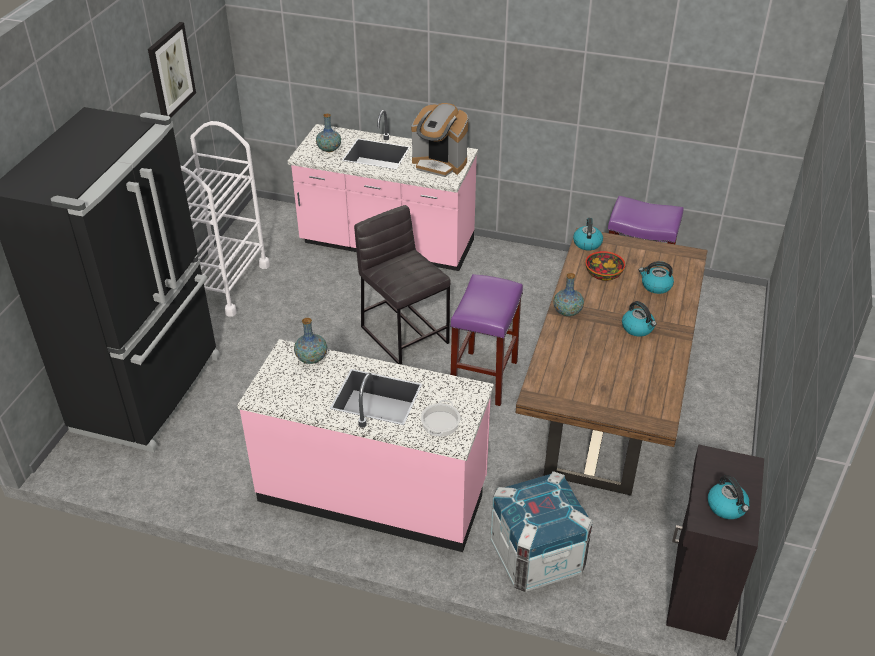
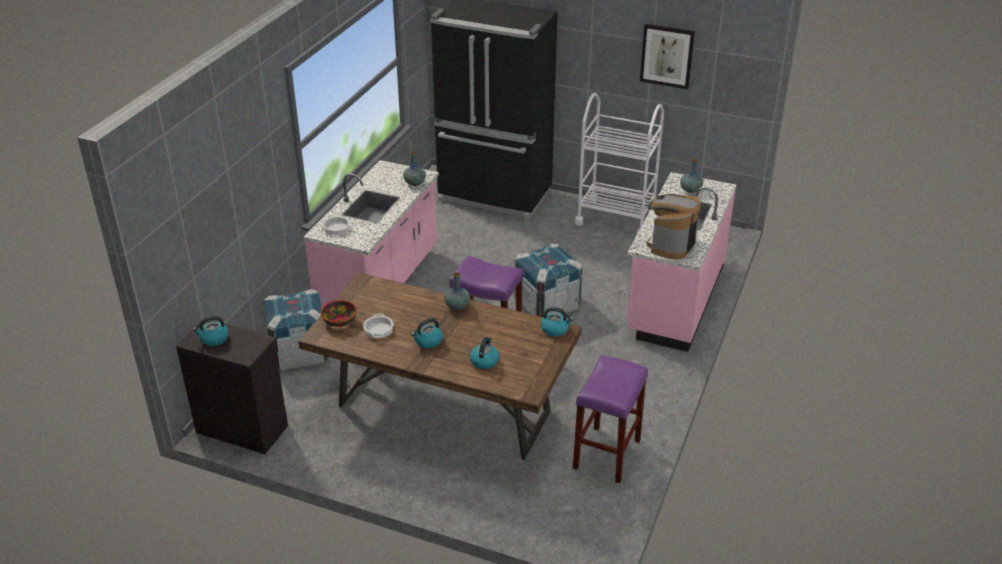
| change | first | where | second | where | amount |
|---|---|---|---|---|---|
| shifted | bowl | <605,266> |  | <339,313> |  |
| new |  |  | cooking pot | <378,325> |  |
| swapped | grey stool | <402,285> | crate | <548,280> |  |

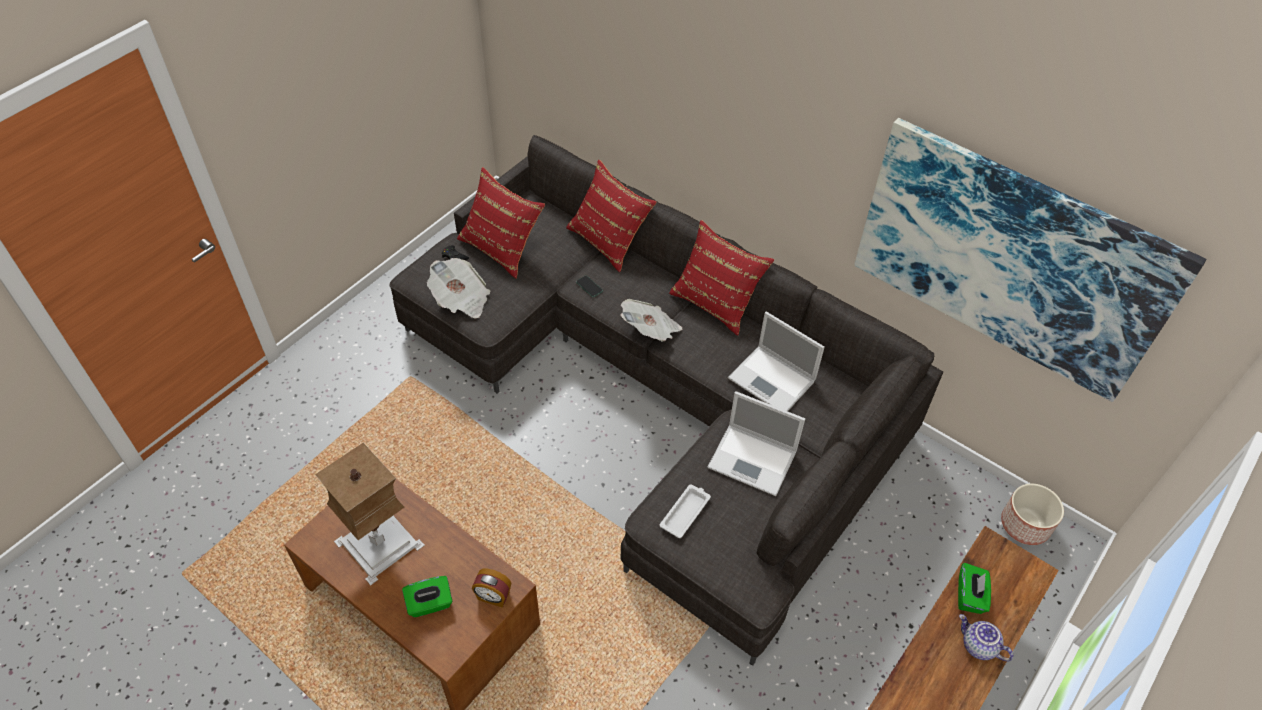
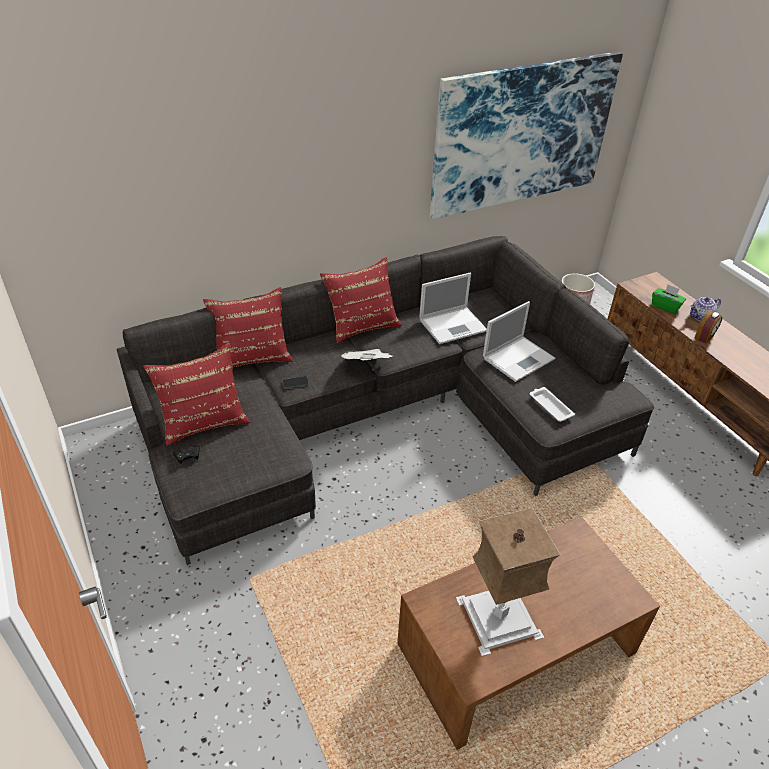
| change | first | where | second | where | amount |
|---|---|---|---|---|---|
| shifted | alarm clock | <491,588> |  | <708,327> |  |
| gone | green tissue box | <427,596> |  |  |  |
| gone | newspaper | <458,288> |  |  |  |

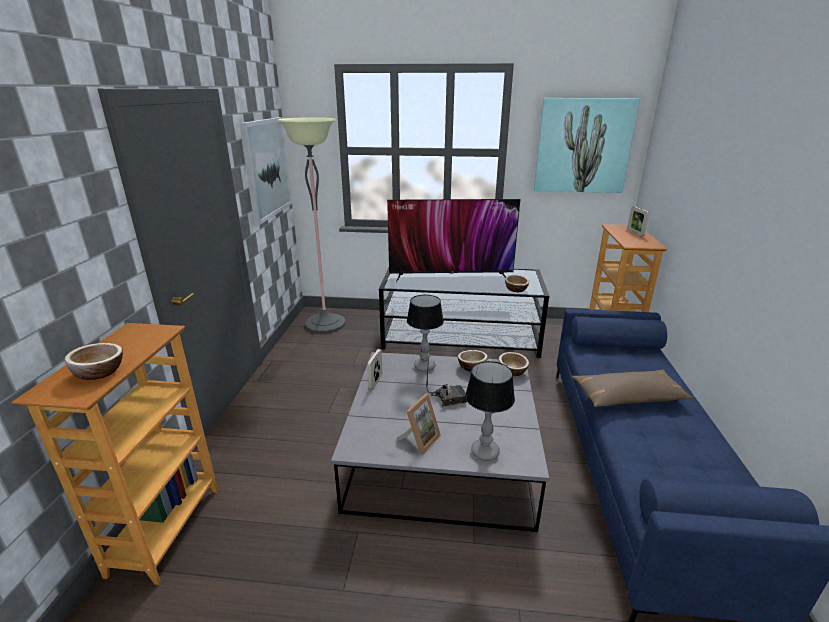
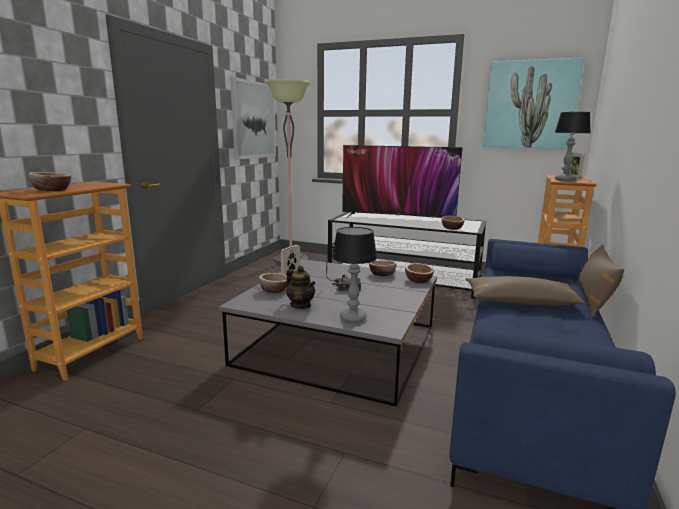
| change | first | where | second | where | amount |
|---|---|---|---|---|---|
| new |  |  | bowl | <273,283> |  |
| swapped | picture frame | <419,424> | teapot | <300,287> |  |
| shifted | table lamp | <425,333> |  | <572,146> |  |
| new |  |  | brown pillow | <600,280> |  |

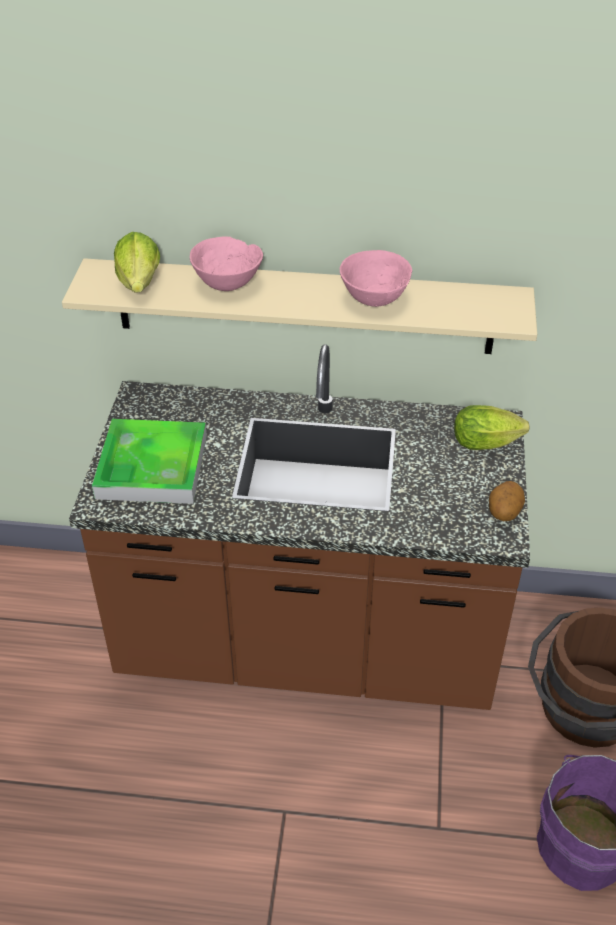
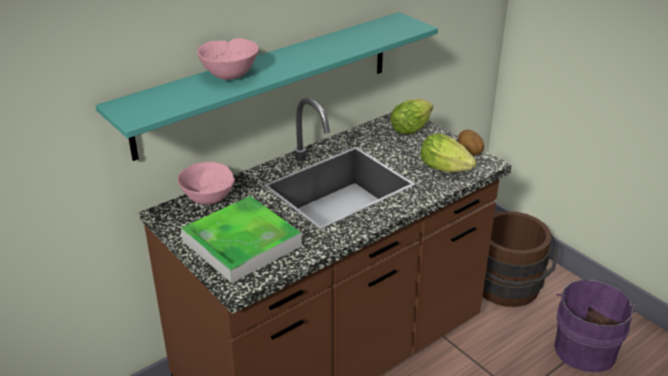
| change | first | where | second | where | amount |
|---|---|---|---|---|---|
| repainted | beige shelf | <299,306> | turquoise shelf | <266,86> |  |
| shifted | pink bowl | <376,278> |  | <206,183> |  |
| shifted | lettuce | <137,262> |  | <448,152> |  |

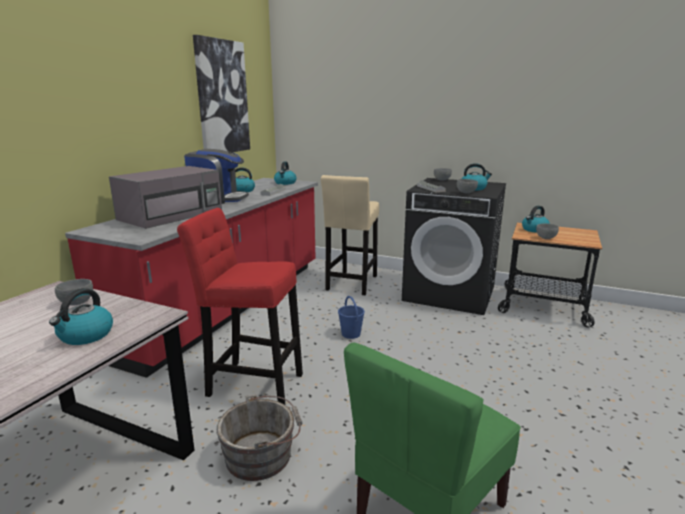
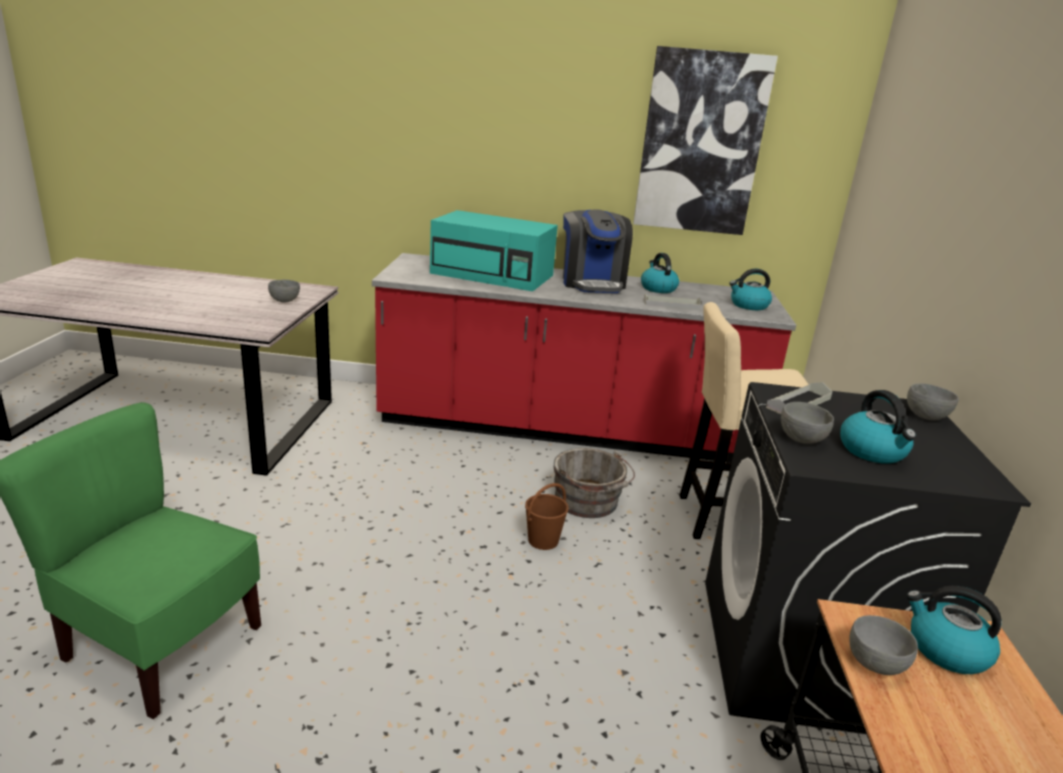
| change | first | where | second | where | amount |
|---|---|---|---|---|---|
| repainted | grey microwave | <165,197> | turquoise microwave | <494,250> |  |
| repainted | blue bucket | <351,317> | brown bucket | <547,516> |  |
| shifted | grey bucket | <260,437> |  | <594,483> |  |
| gone | kettle | <81,316> |  |  |  |
| gone | red stool | <240,306> |  |  |  |

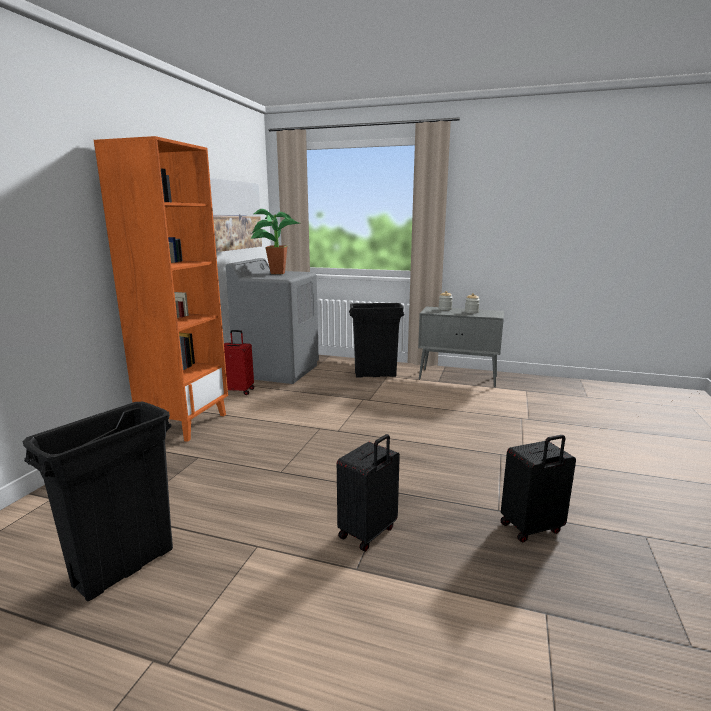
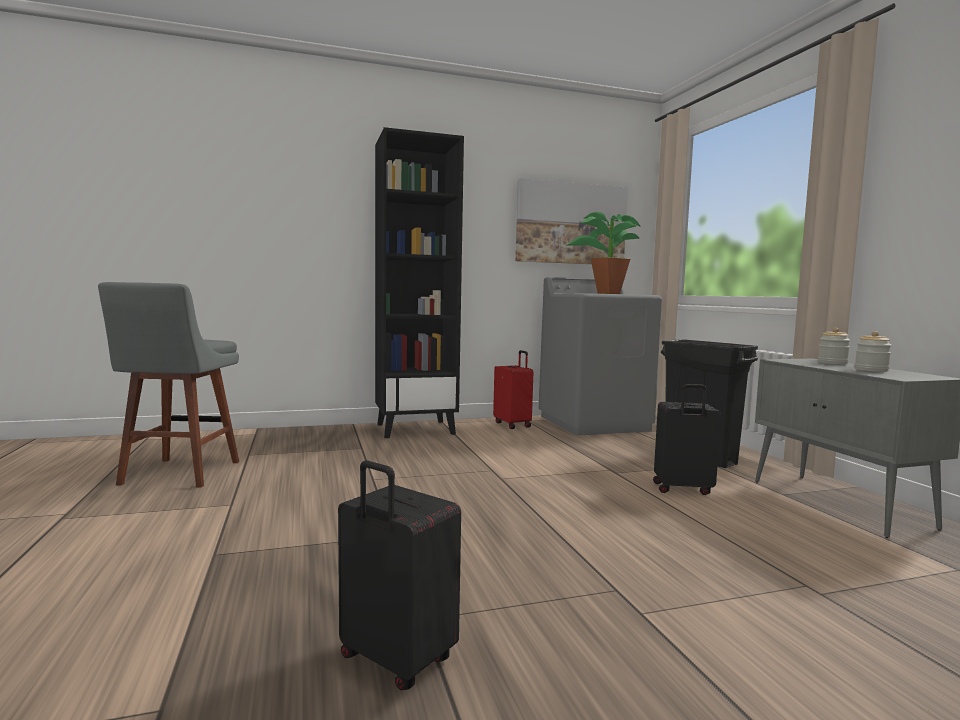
| change | first | where | second | where | amount |
|---|---|---|---|---|---|
| swapped | black trash can | <98,501> | grey stool | <168,385> |  |
| repainted | orange bookcase | <161,289> | black bookcase | <419,282> |  |
| shifted | black suitcase | <368,492> |  | <687,439> |  |

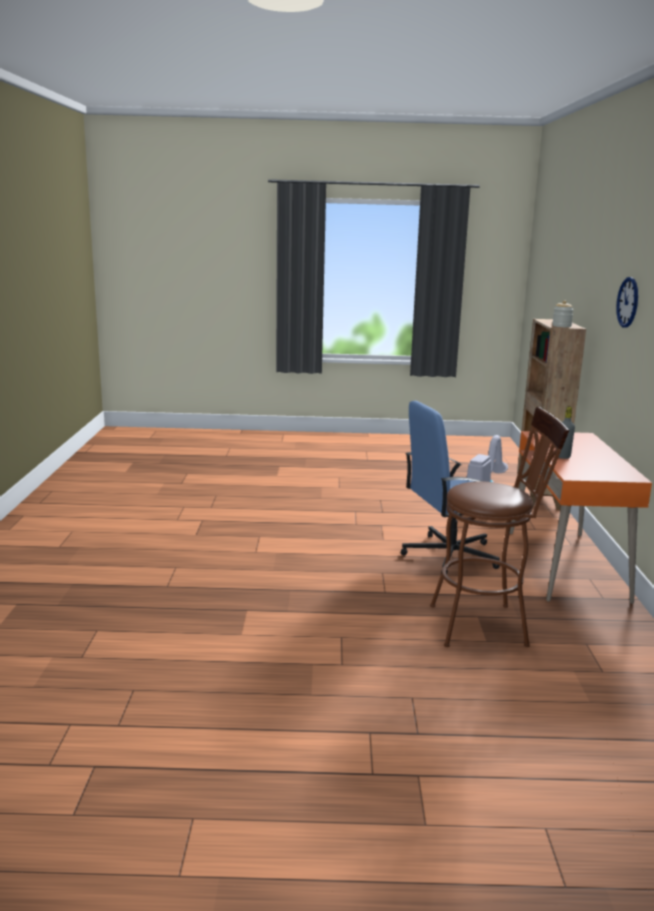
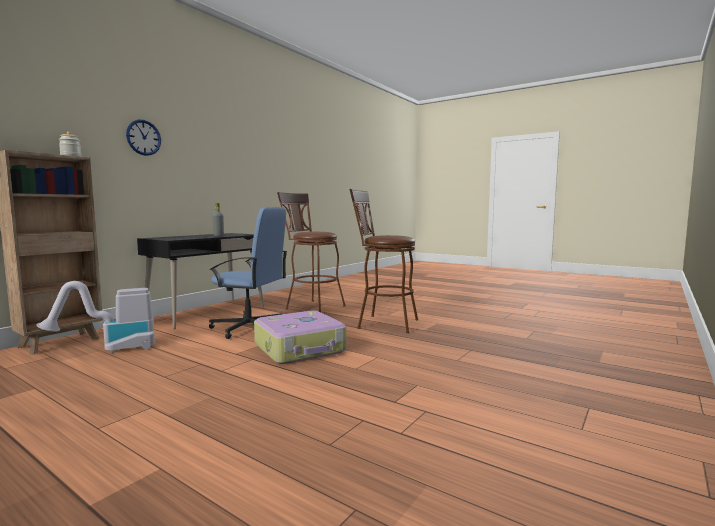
| change | first | where | second | where | amount |
|---|---|---|---|---|---|
| repainted | orange desk | <581,517> | black desk | <200,281> |  |
| new |  |  | suitcase | <300,337> |  |
| new |  |  | brown stool | <383,261> |  |

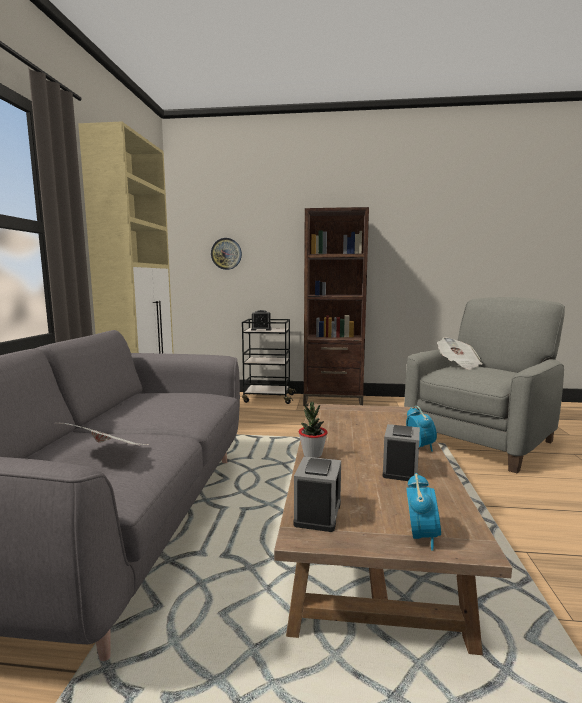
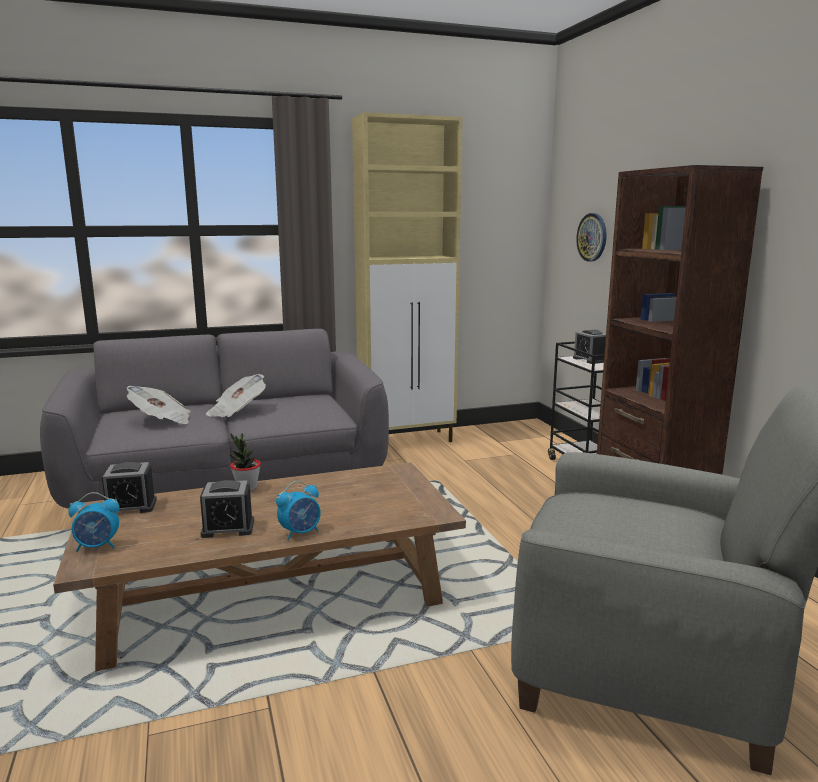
| change | first | where | second | where | amount |
|---|---|---|---|---|---|
| shifted | newspaper | <460,353> |  | <236,395> |  |

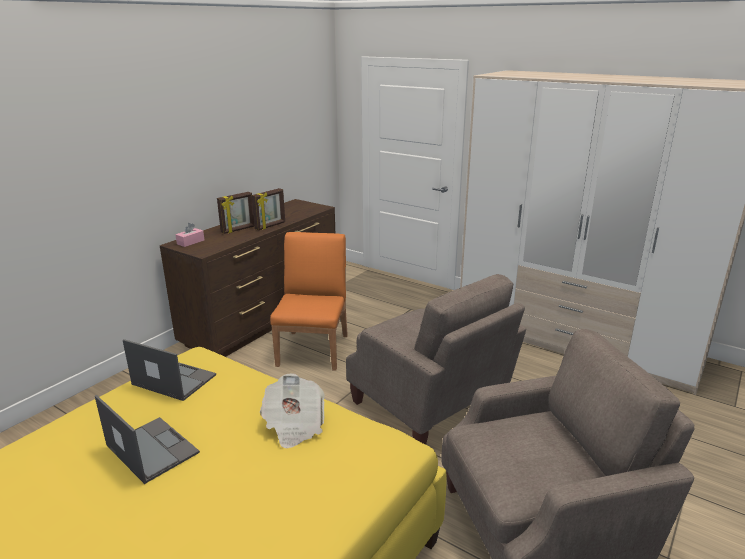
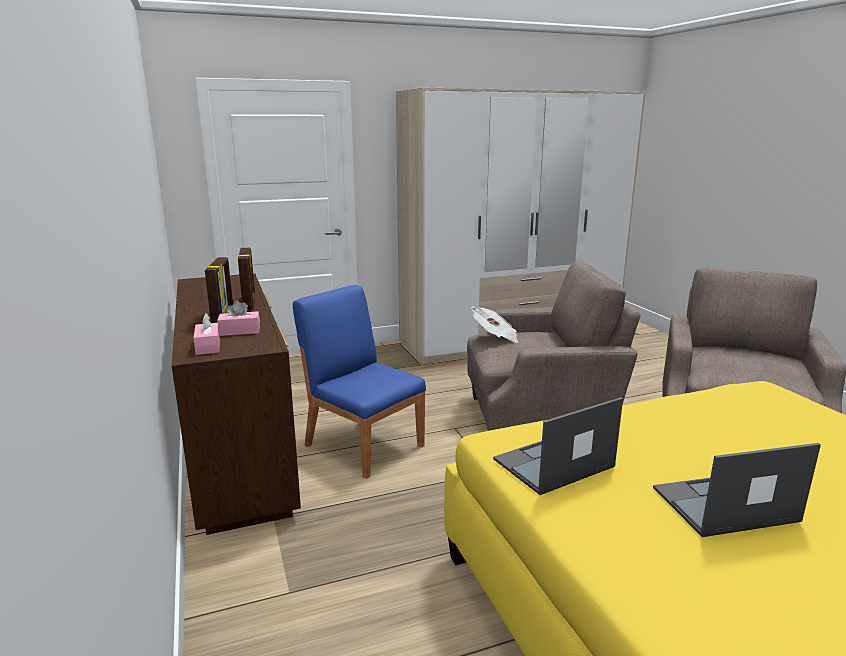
| change | first | where | second | where | amount |
|---|---|---|---|---|---|
| new |  |  | pink tissue box | <238,318> |  |
| repainted | orange chair | <309,301> | blue chair | <359,382> |  |
| shifted | newspaper | <292,411> |  | <494,324> |  |

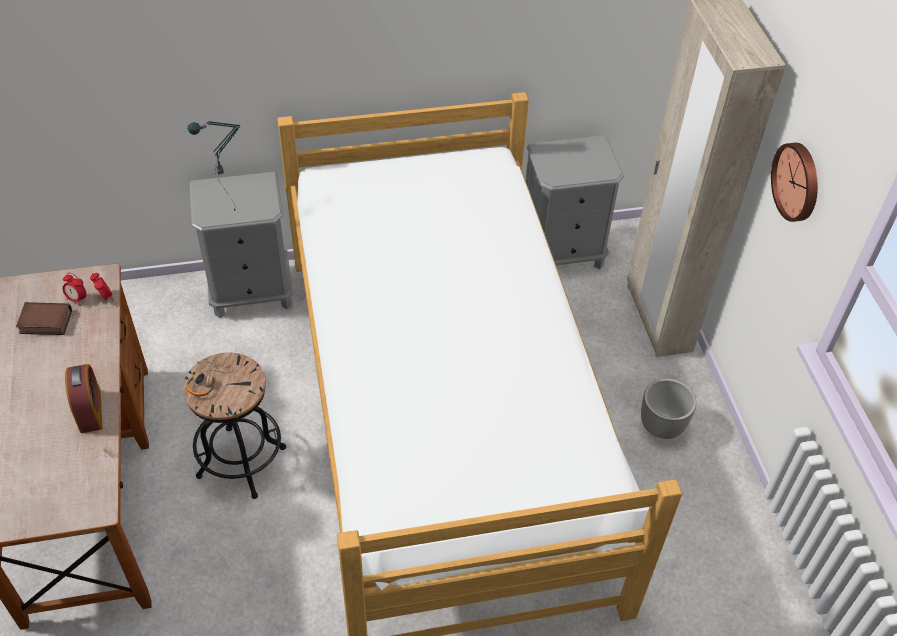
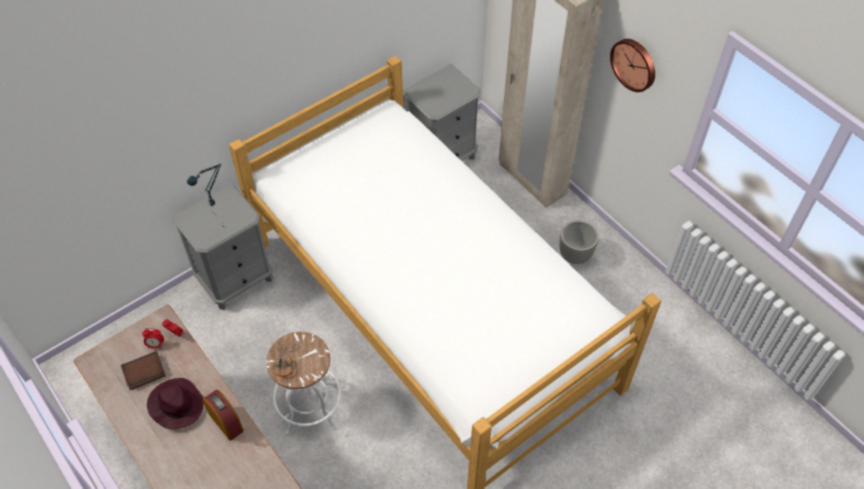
| change | first | where | second | where | amount |
|---|---|---|---|---|---|
| new |  |  | purple hat | <175,403> |  |
| repainted | black stool | <234,426> | white stool | <303,383> |  |

